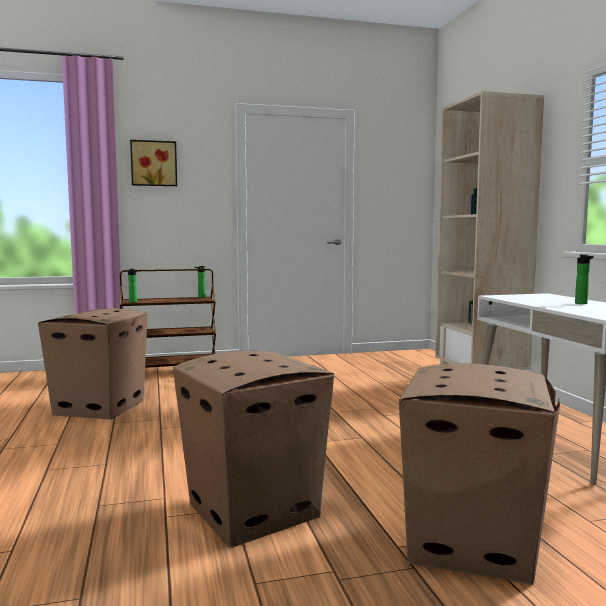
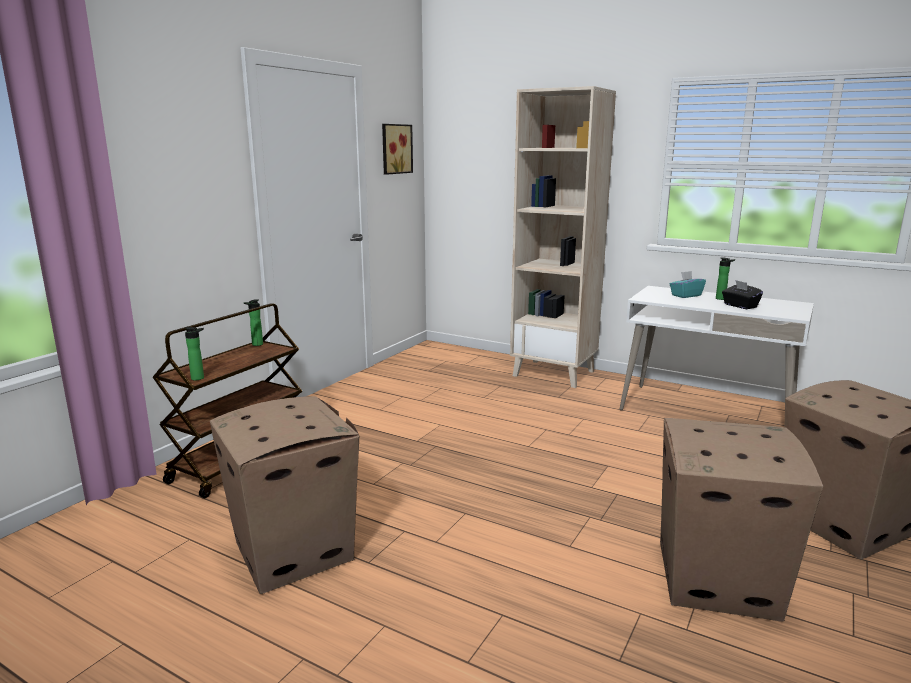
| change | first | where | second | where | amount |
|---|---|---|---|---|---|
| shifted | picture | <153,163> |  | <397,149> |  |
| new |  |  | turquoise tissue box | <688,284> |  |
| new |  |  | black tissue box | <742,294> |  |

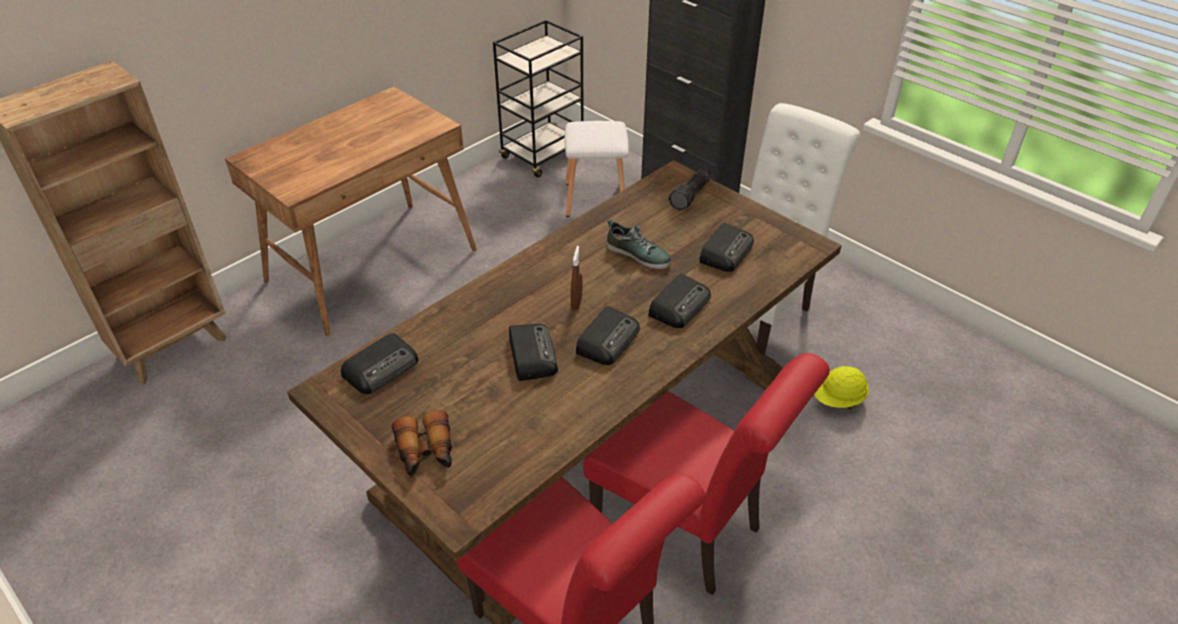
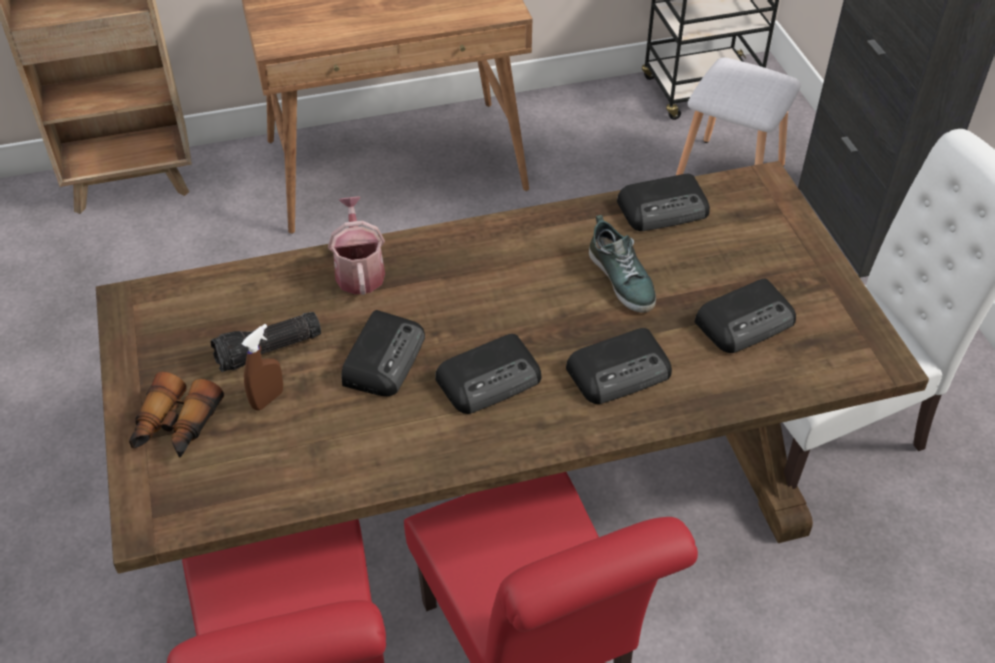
| change | first | where | second | where | amount |
|---|---|---|---|---|---|
| shifted | flashlight | <690,189> |  | <265,342> |  |
| shifted | brown spray bottle | <576,278> |  | <262,367> |  |
| new |  |  | watering can | <356,245> |  |
| shifted | radio | <379,363> |  | <663,202> |  |
| gone | yellow hard hat | <841,387> |  |  |  |

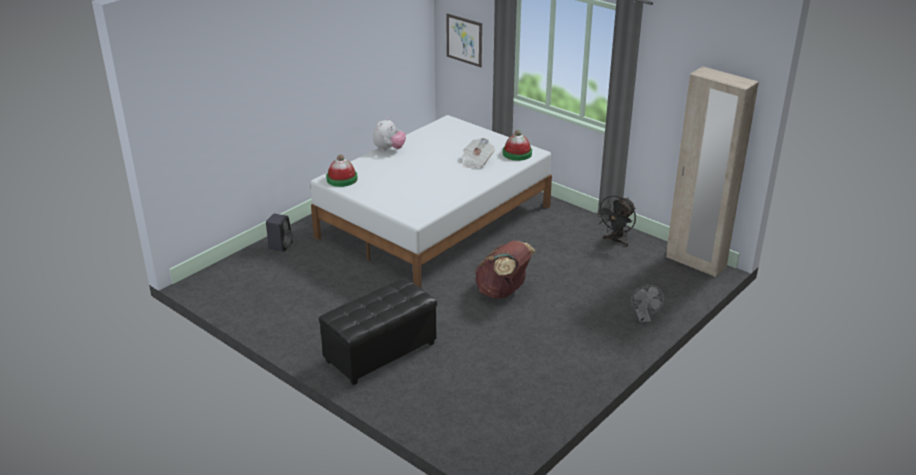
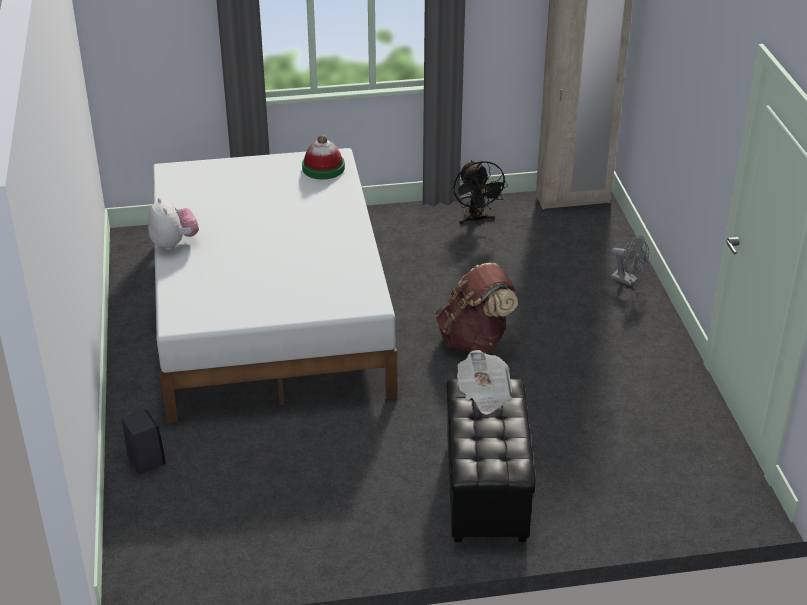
| change | first | where | second | where | amount |
|---|---|---|---|---|---|
| shifted | newspaper | <478,153> |  | <484,382> |  |
| gone | hat | <341,170> |  |  |  |
| gone | picture | <464,40> |  |  |  |

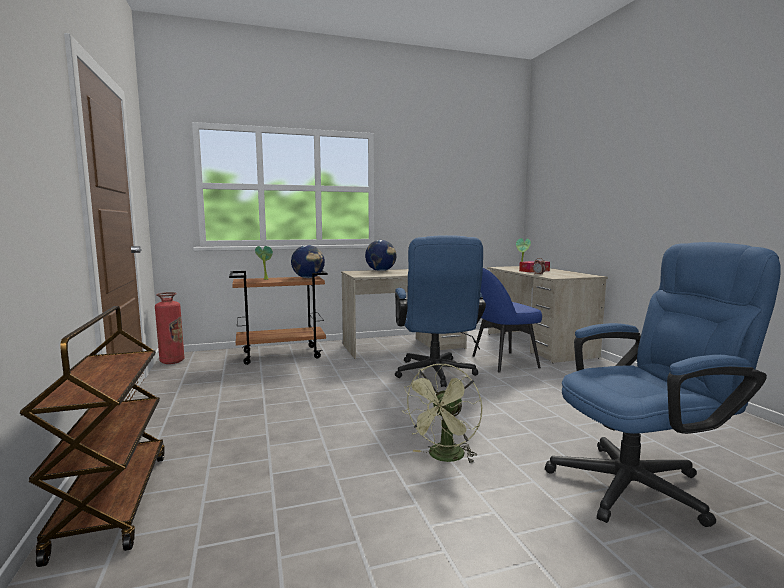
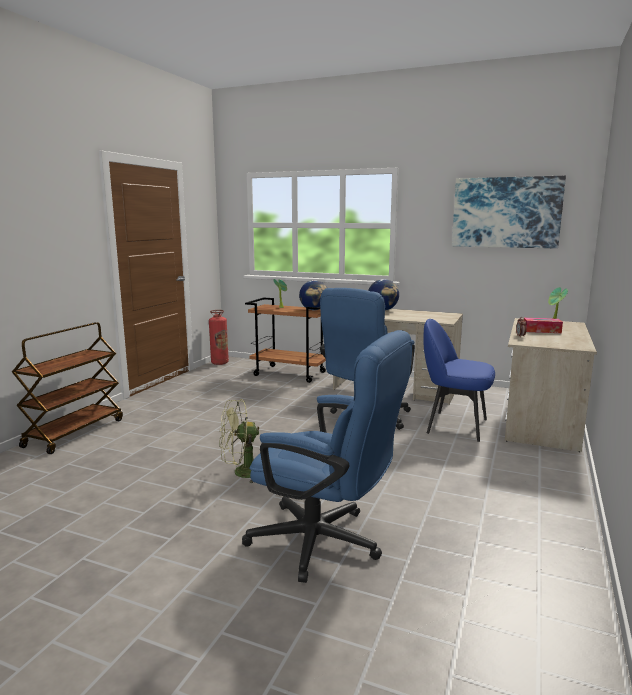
| change | first | where | second | where | amount |
|---|---|---|---|---|---|
| new |  |  | picture | <509,212> |  |

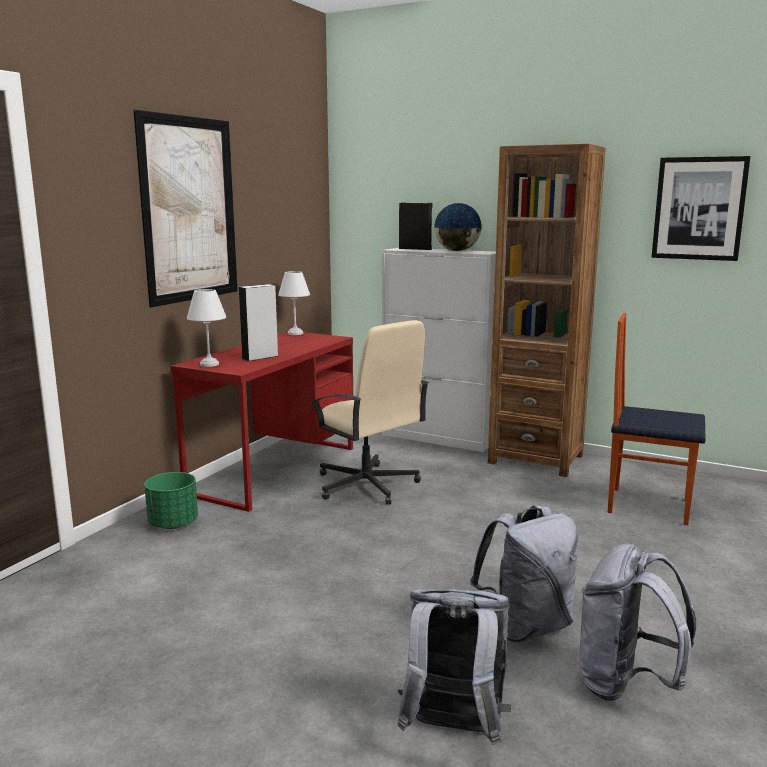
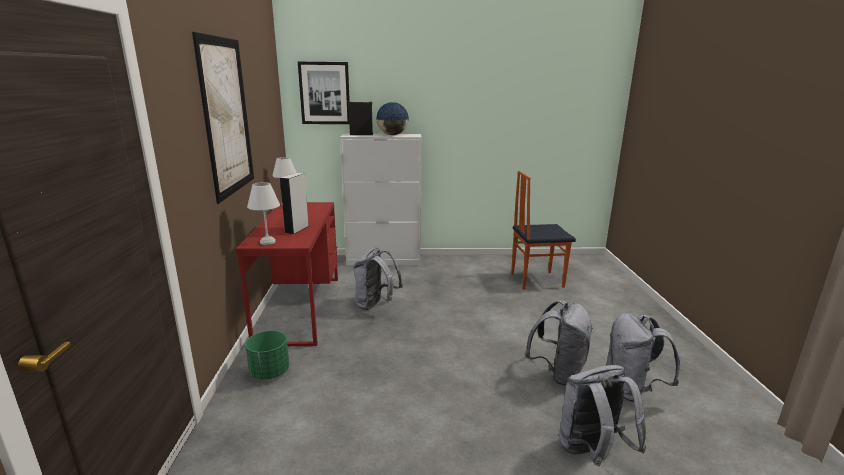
| change | first | where | second | where | amount |
|---|---|---|---|---|---|
| shifted | picture | <701,208> |  | <324,93> |  |
| swapped | beige office chair | <370,412> | grey backpack | <378,278> |  |
| gone | brown bookcase | <547,310> |  |  |  |

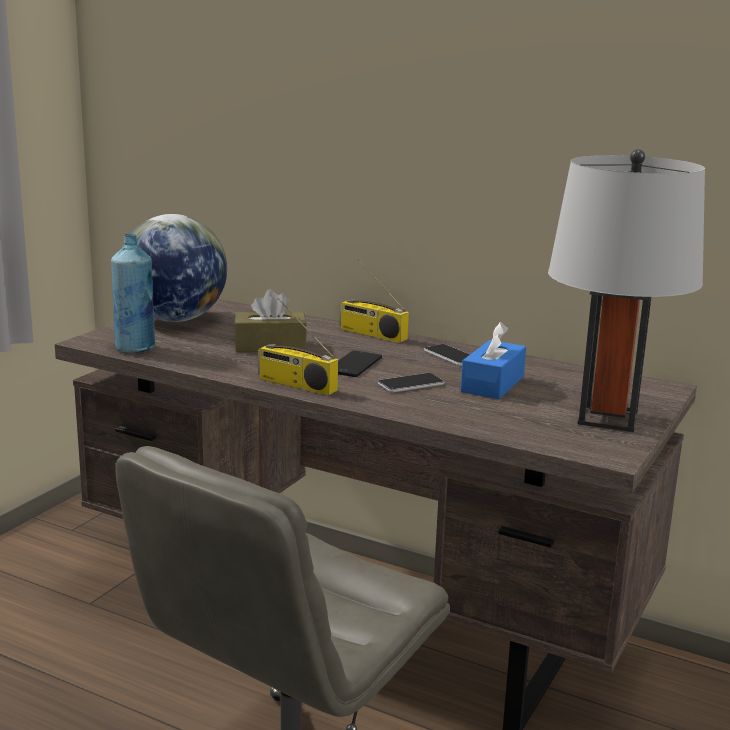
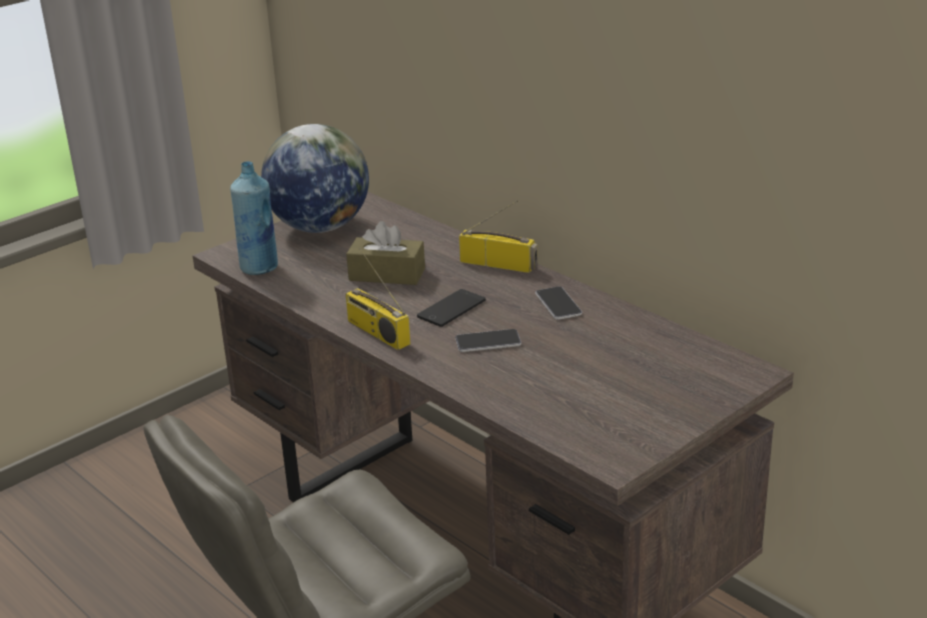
| change | first | where | second | where | amount |
|---|---|---|---|---|---|
| rotated | radio | <374,301> |  | <498,236> | 150 degrees clockwise |
| gone | blue tissue box | <493,360> |  |  |  |
| gone | grey table lamp | <626,290> |  |  |  |

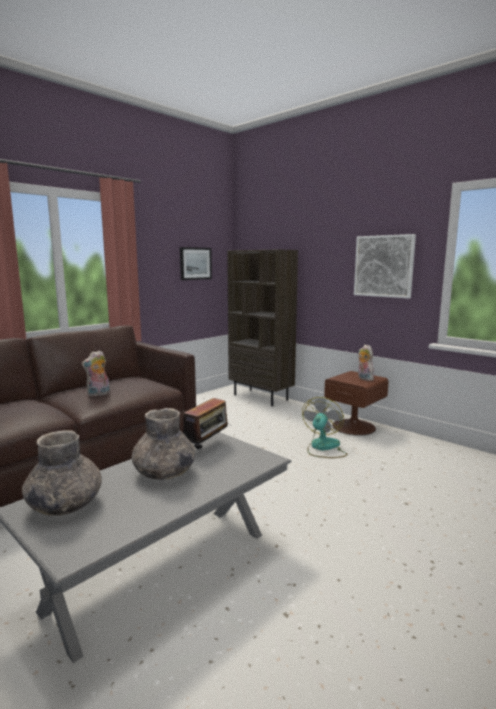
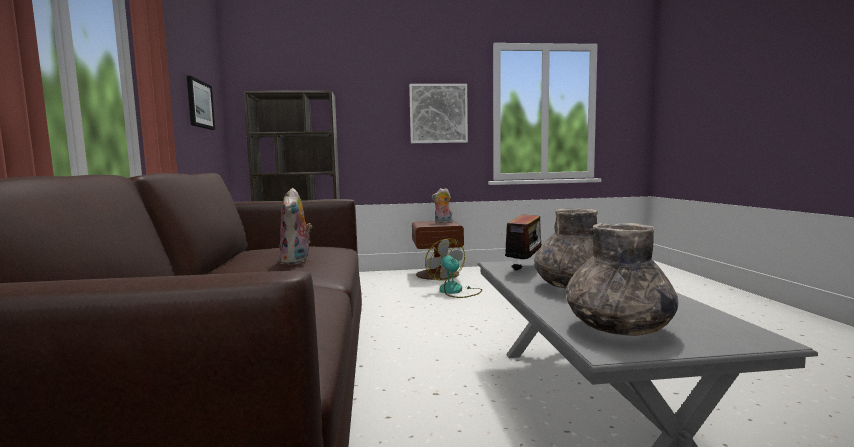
| change | first | where | second | where | amount |
|---|---|---|---|---|---|
| rotated | radio | <205,423> |  | <521,237> | 45 degrees clockwise |

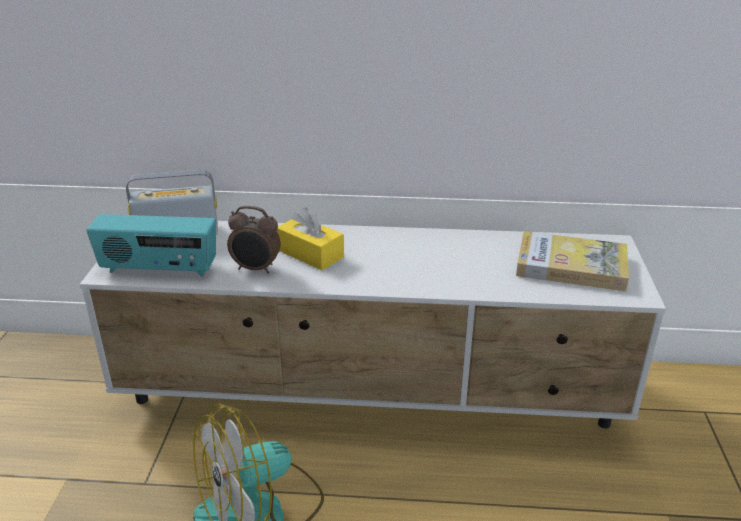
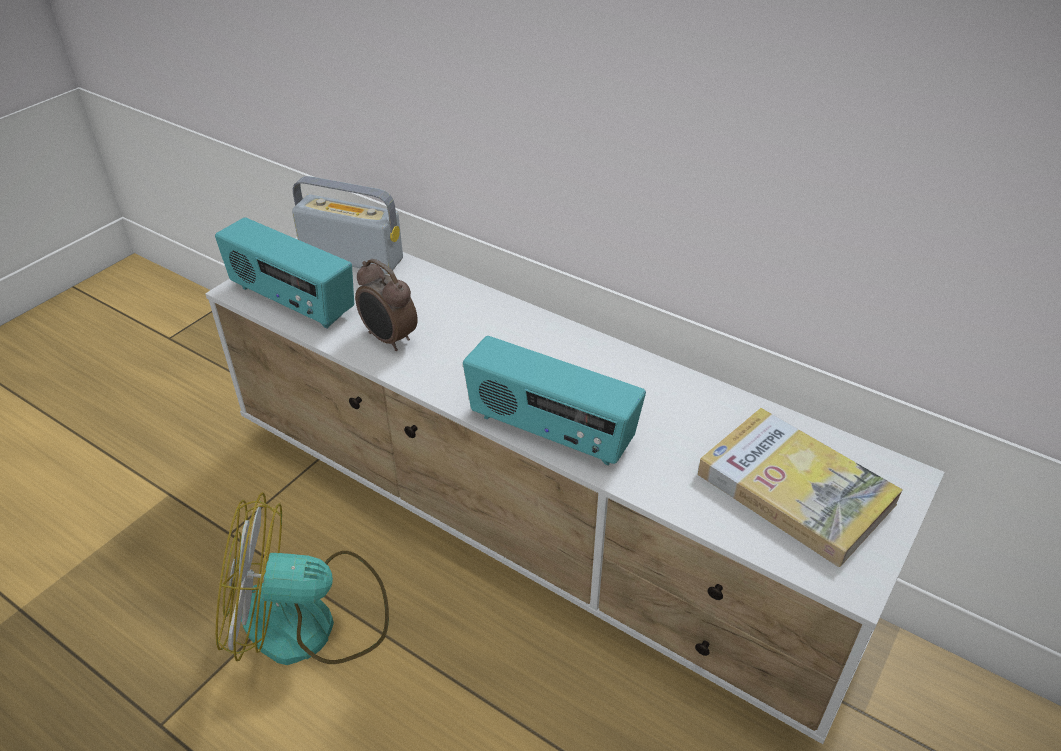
| change | first | where | second | where | amount |
|---|---|---|---|---|---|
| new |  |  | radio | <554,401> |  |
| gone | yellow tissue box | <310,239> |  |  |  |

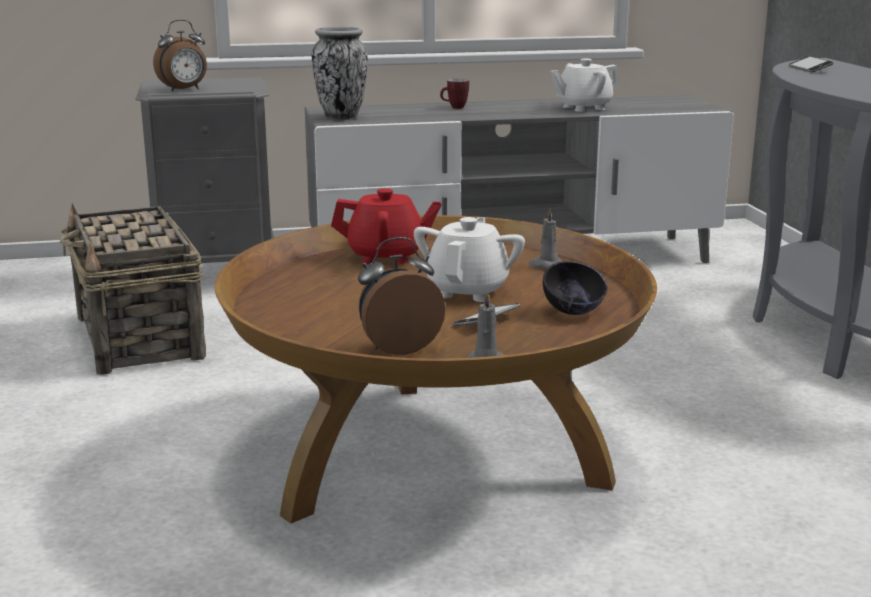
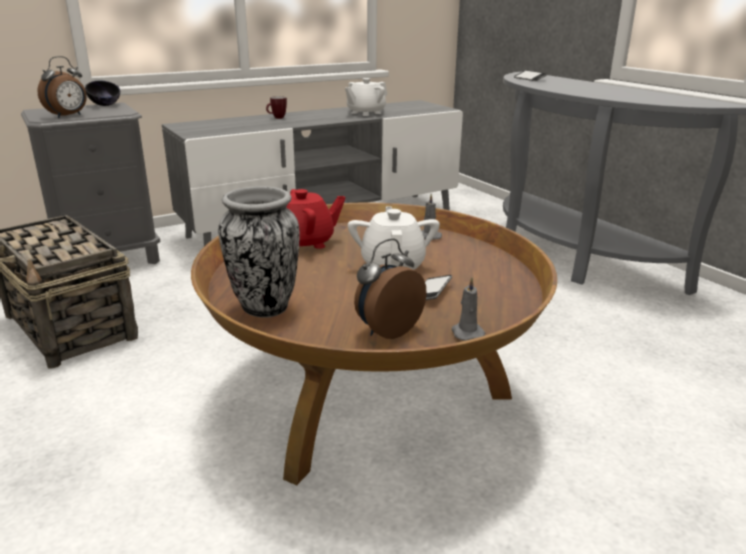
| change | first | where | second | where | amount |
|---|---|---|---|---|---|
| shifted | black bowl | <575,288> |  | <102,93> |  |
| shifted | vase | <340,73> |  | <259,252> |  |

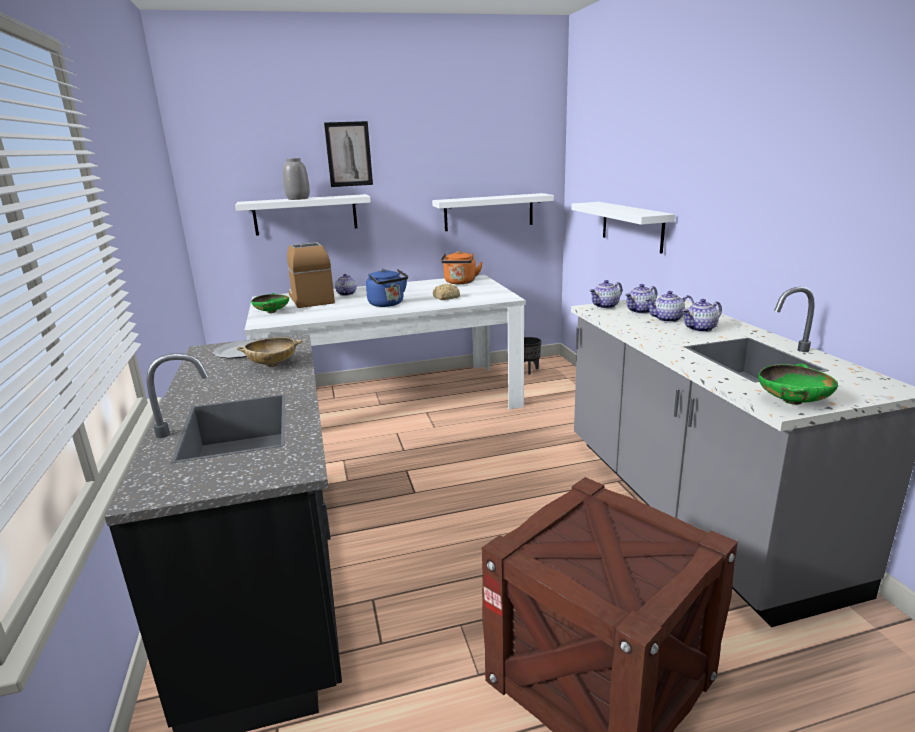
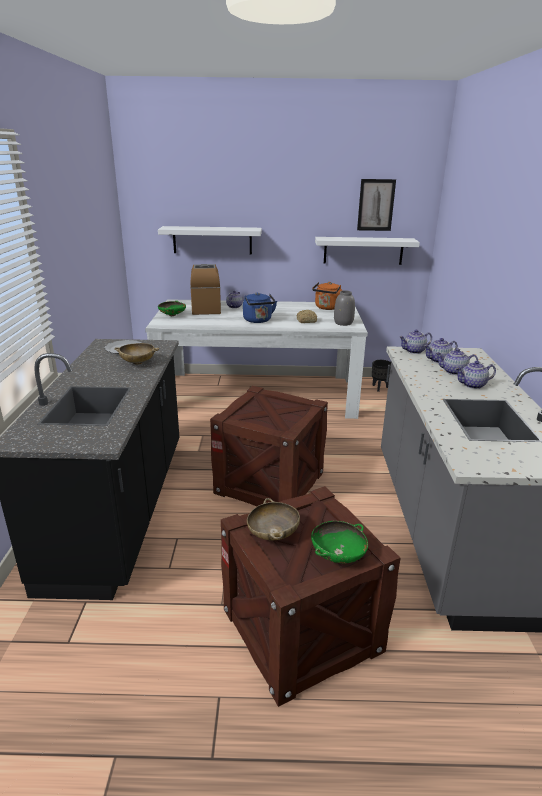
| change | first | where | second | where | amount |
|---|---|---|---|---|---|
| new |  |  | crate | <269,446> |  |
| new |  |  | beige bowl | <273,519> |  |
| shifted | green bowl | <798,384> |  | <339,542> |  |
| shifted | grey vase | <296,179> |  | <344,308> |  |
| shifted | picture | <348,154> |  | <376,205> |  |
| gone | white shelf | <623,228> |  |  |  |

